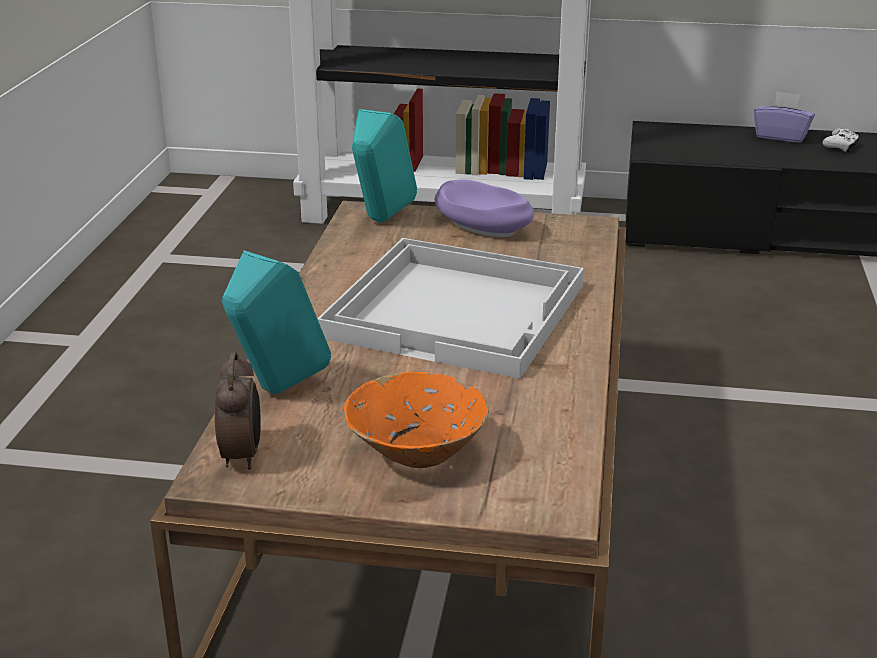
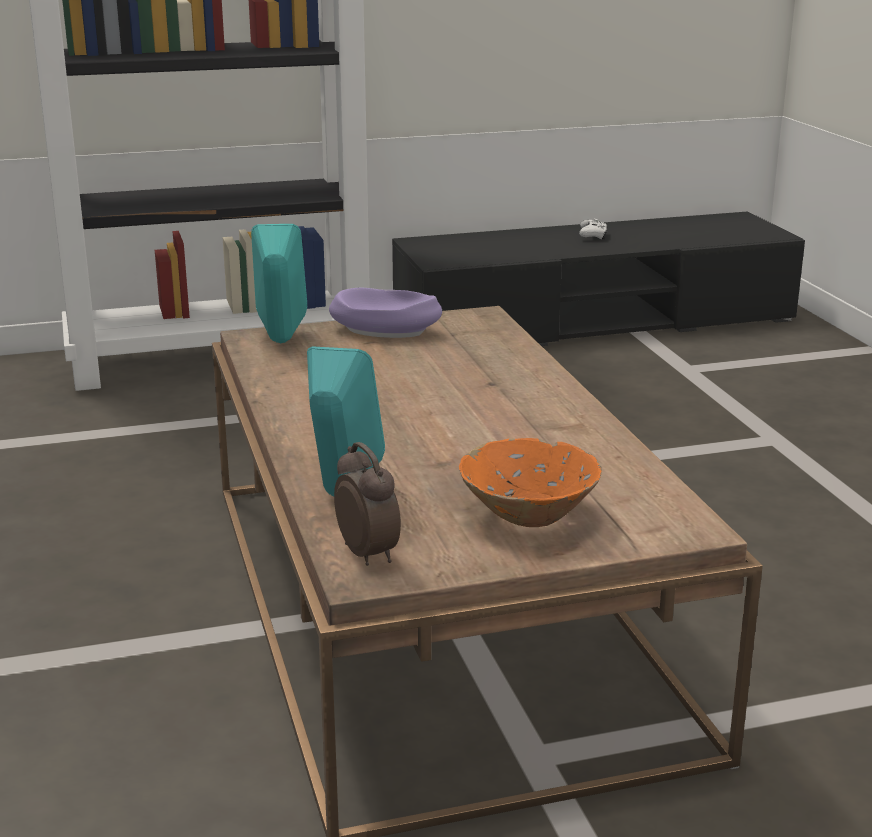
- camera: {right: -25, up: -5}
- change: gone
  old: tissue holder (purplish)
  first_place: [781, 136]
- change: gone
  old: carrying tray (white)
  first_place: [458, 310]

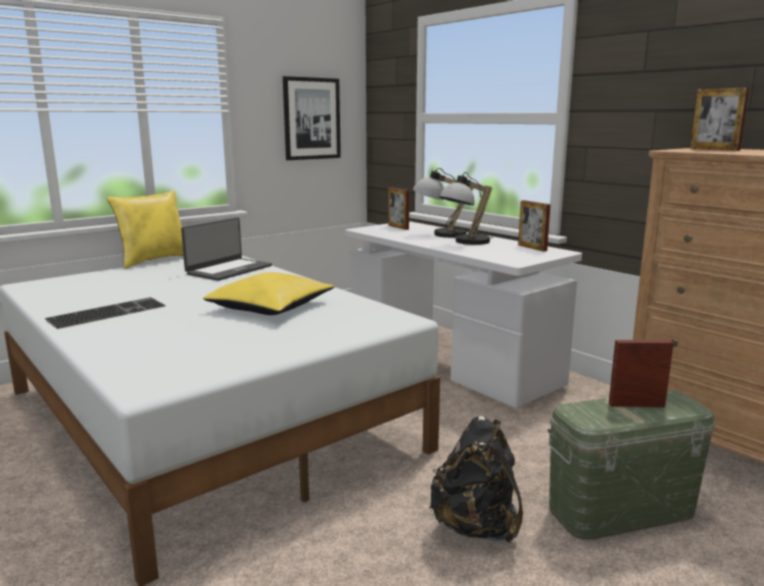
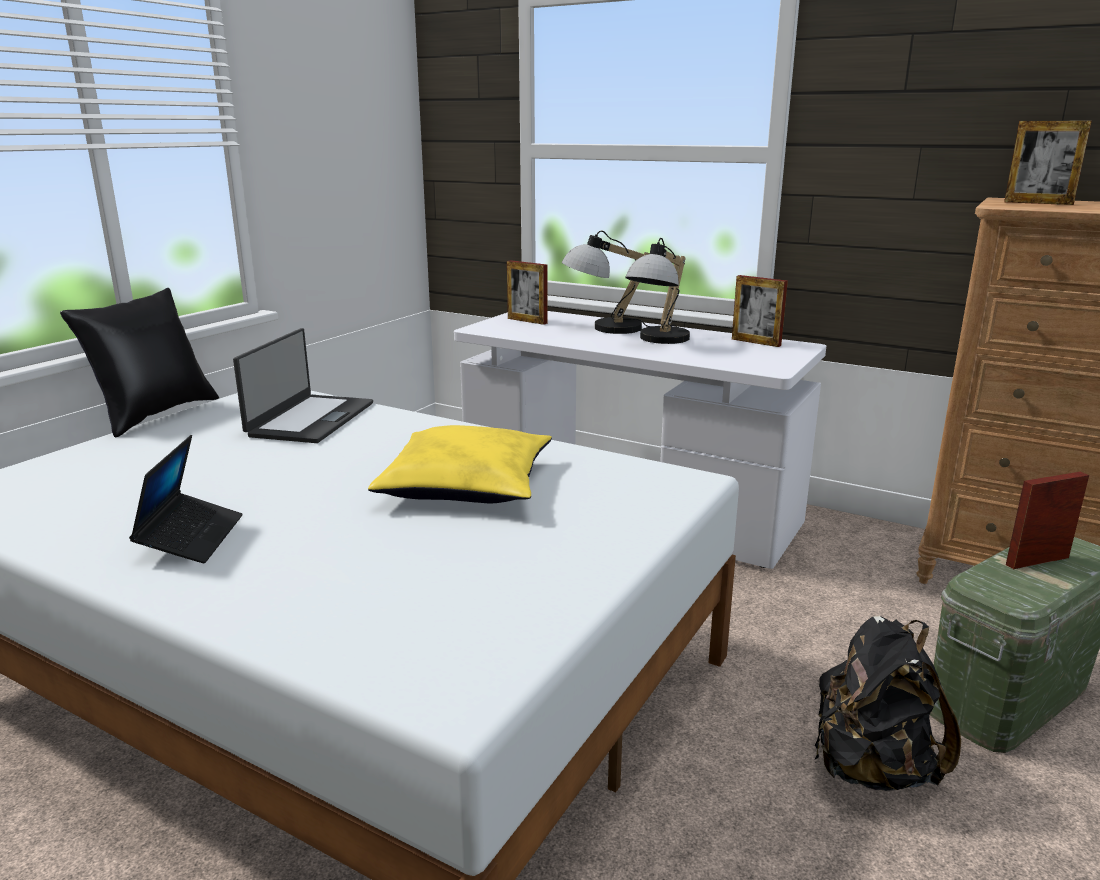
- camera: {right: -20, up: 5}
- change: gone
  old: picture
  first_place: [311, 118]
- change: repainted
  old: pillow (yellow)
  new: pillow (blackish)
  first_place: [155, 261]
  second_place: [155, 414]
- change: swapped
  old: computer keyboard
  new: portable computer
  first_place: [108, 312]
  second_place: [191, 538]

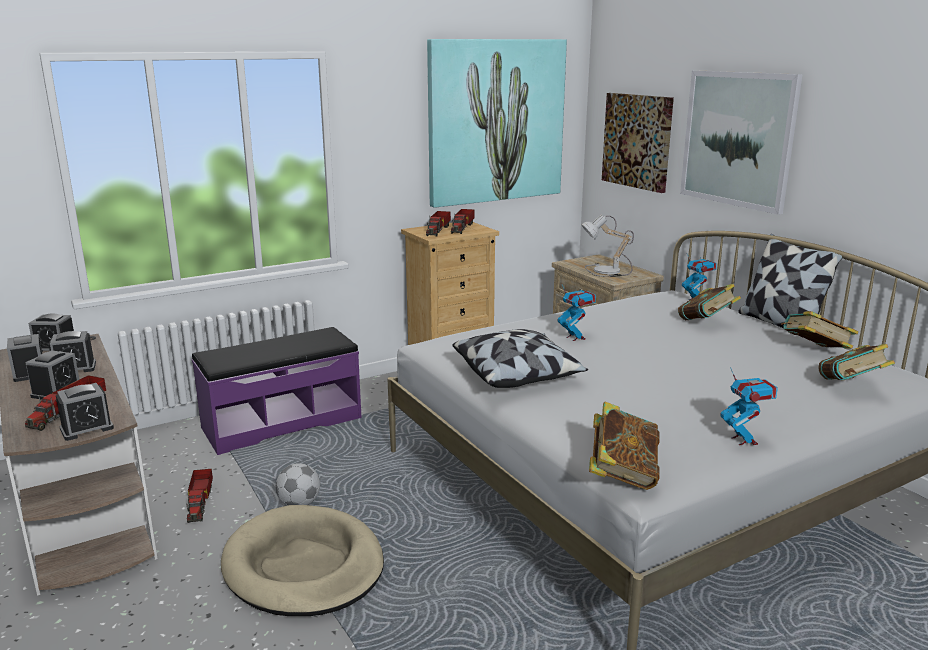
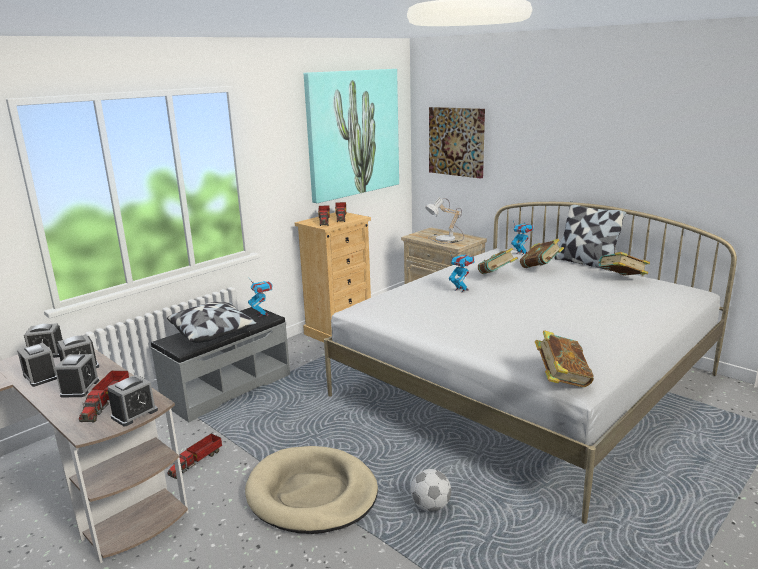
- camera: {right: -15, up: 0}
- change: gone
  old: picture
  first_place: [737, 139]
- change: repainted
  old: long seat (purplish)
  new: long seat (greyish)
  first_place: [281, 422]
  second_place: [227, 388]
- change: shifted
  old: pillow
  first_place: [517, 375]
  second_place: [213, 332]
- change: shifted
  old: volume
  first_place: [850, 387]
  second_place: [496, 276]
- change: shifted
  old: robot figure
  first_place: [744, 440]
  second_place: [262, 314]
- change: shifted
  old: football ball
  first_place: [299, 504]
  second_place: [430, 506]
- change: rotated
  old: toy lorry
  first_place: [200, 502]
  second_place: [197, 461]
  degrees: 60

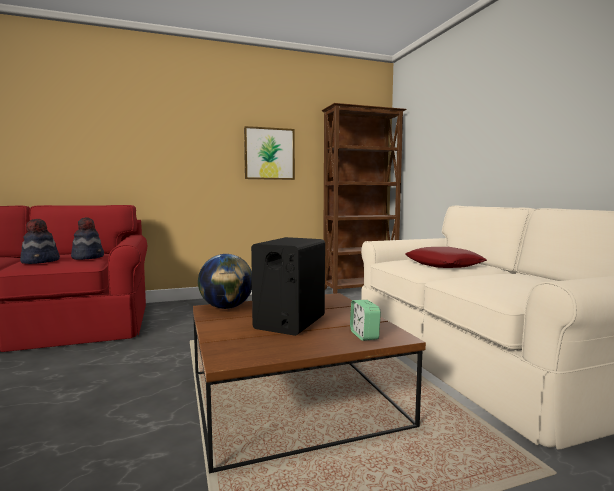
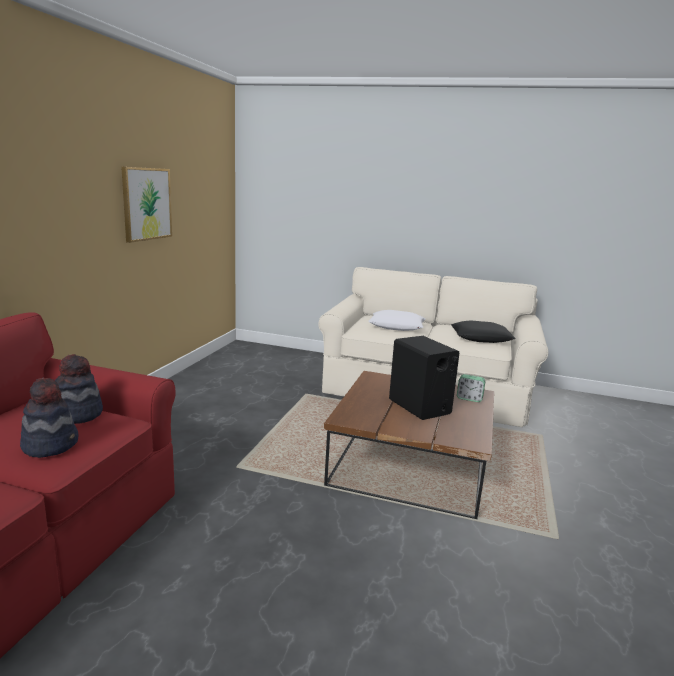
- camera: {right: -55, up: 10}
- change: gone
  old: bookcase (brownish)
  first_place: [361, 289]
- change: repainted
  old: pillow (red)
  new: pillow (white)
  first_place: [443, 264]
  second_place: [396, 326]
- change: gone
  old: desk globe
  first_place: [226, 307]
- change: new
  new: pillow (blackish)
  second_place: [481, 337]

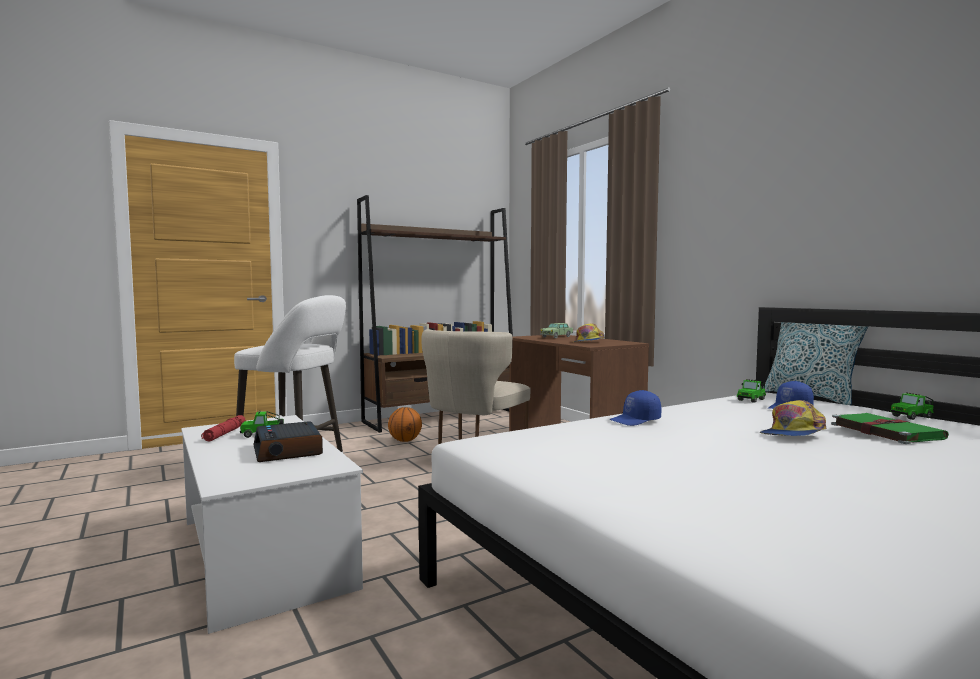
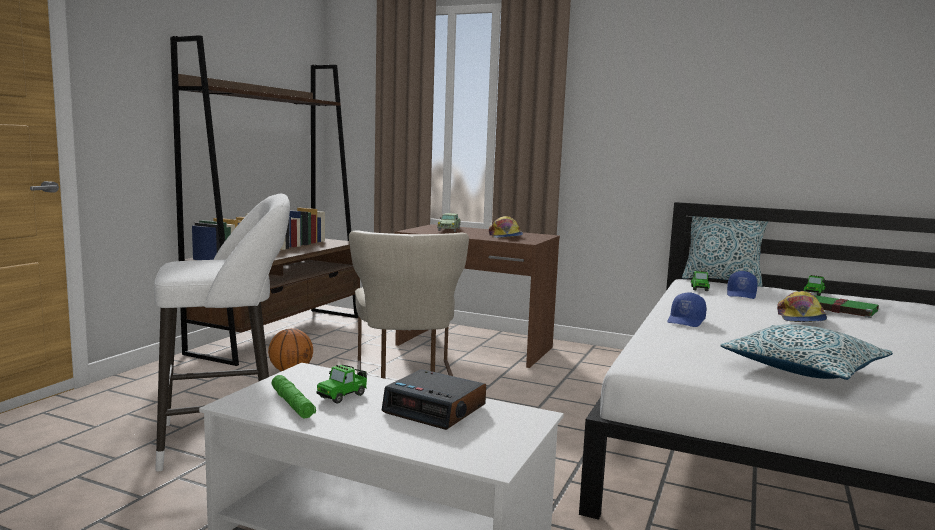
- camera: {right: -35, up: 5}
- change: repainted
  old: torch (red)
  new: torch (green)
  first_place: [225, 433]
  second_place: [292, 404]
- change: new
  new: pillow
  second_place: [803, 368]

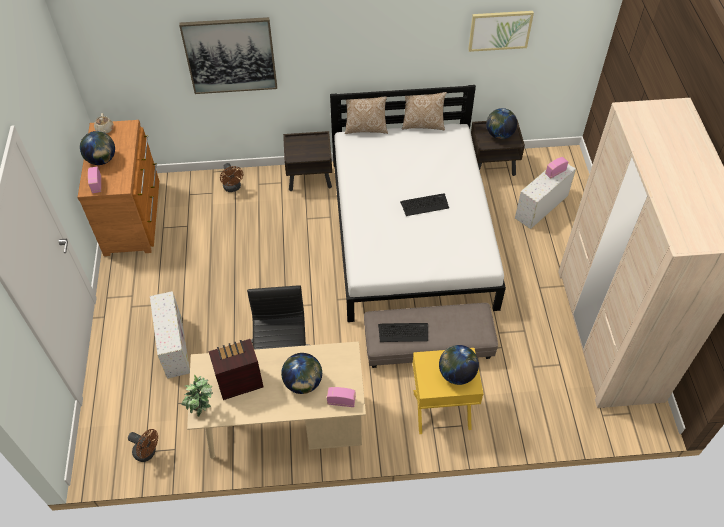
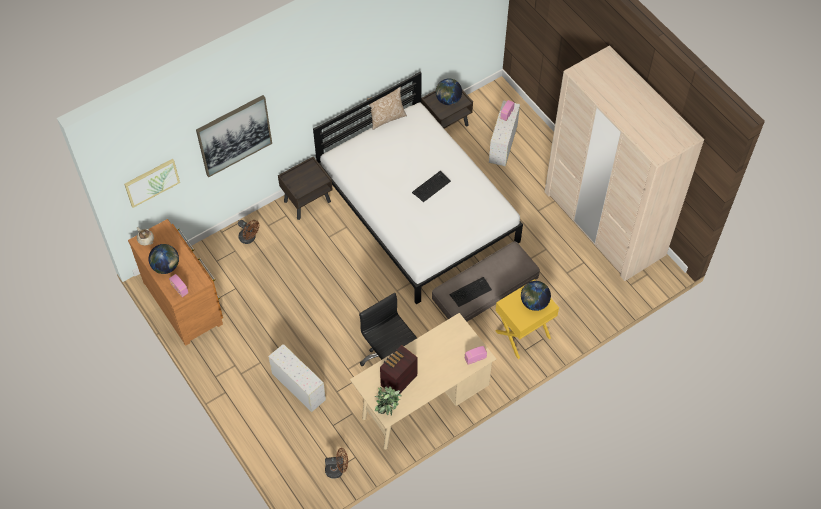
- camera: {right: -30, up: 5}
- change: shifted
  old: picture
  first_place: [500, 30]
  second_place: [151, 182]
- change: gone
  old: pillow
  first_place: [366, 128]
- change: gone
  old: desk globe
  first_place: [303, 383]

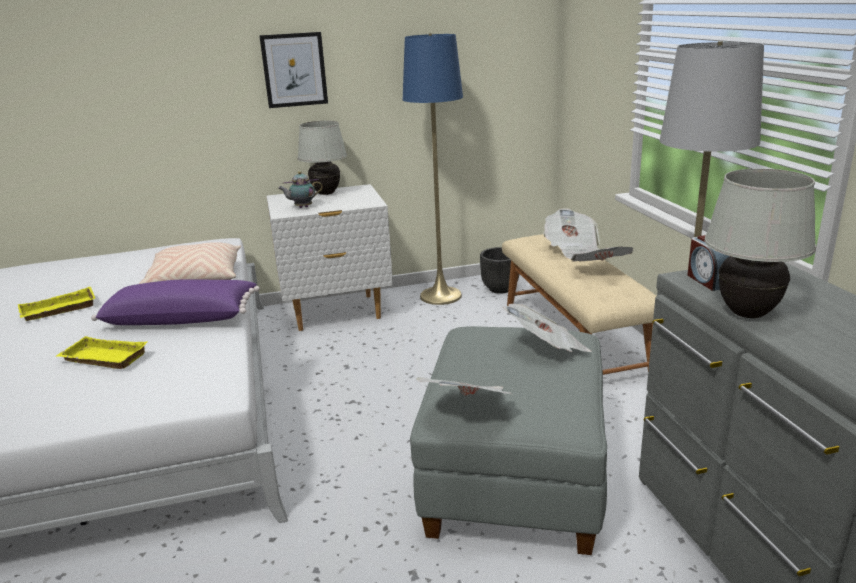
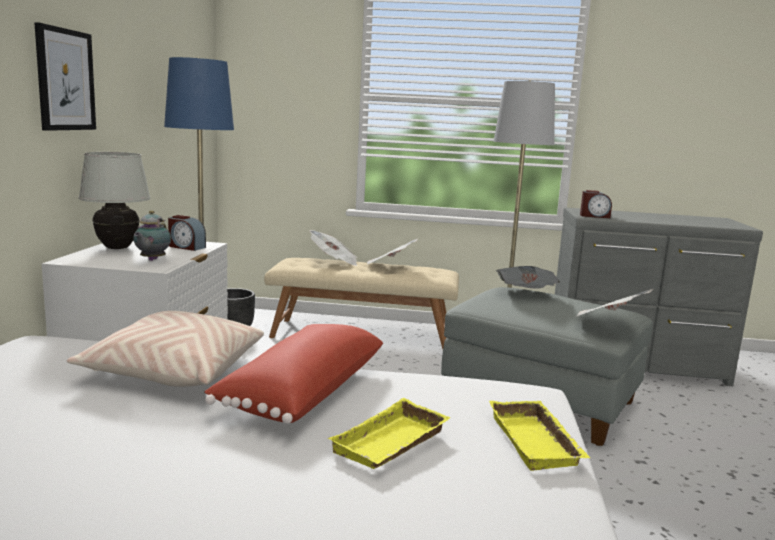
- camera: {right: -70, up: -10}
- change: gone
  old: table lamp (white)
  first_place: [747, 313]
- change: repainted
  old: pillow (purplish)
  new: pillow (red)
  first_place: [182, 318]
  second_place: [301, 392]
- change: shifted
  old: carrying tray (yellow)
  first_place: [58, 310]
  second_place: [537, 442]
- change: new
  new: table clock
  second_place: [186, 247]

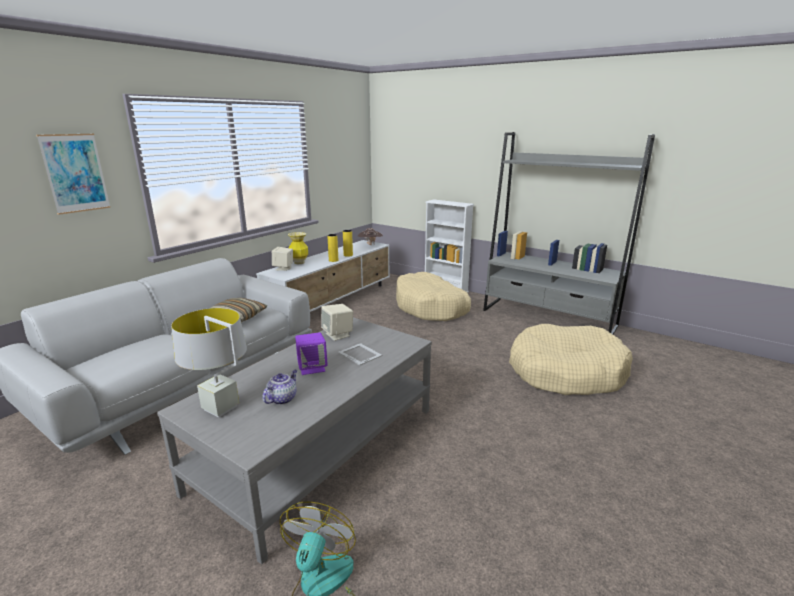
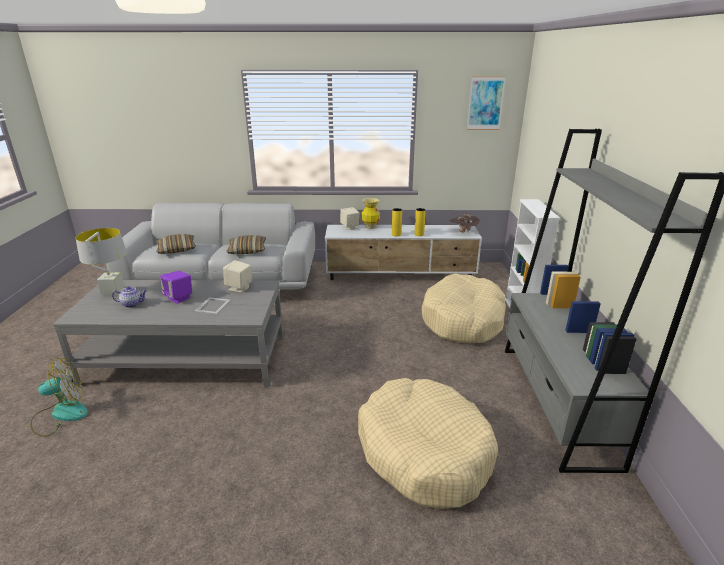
- camera: {right: 55, up: 5}
- change: shifted
  old: picture
  first_place: [75, 173]
  second_place: [485, 103]
- change: new
  new: pillow
  second_place: [176, 249]

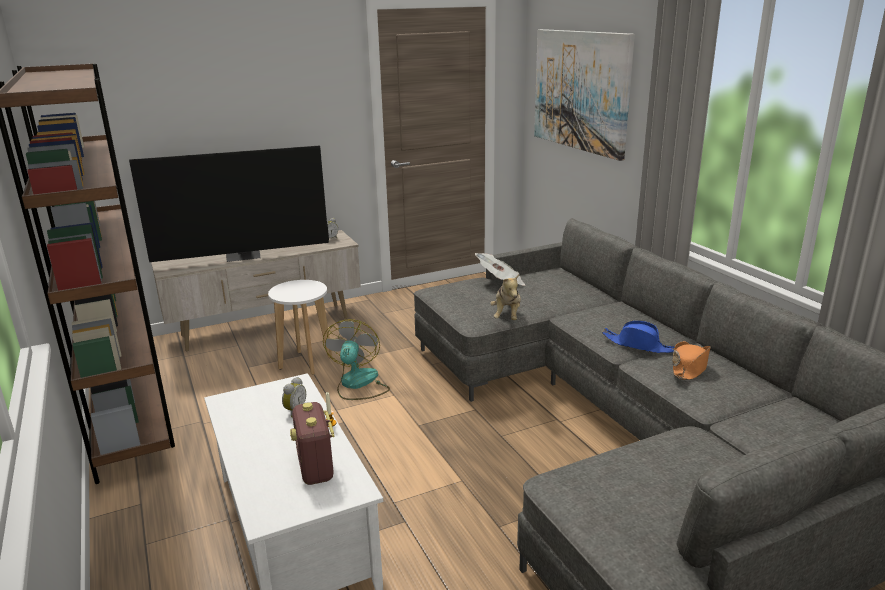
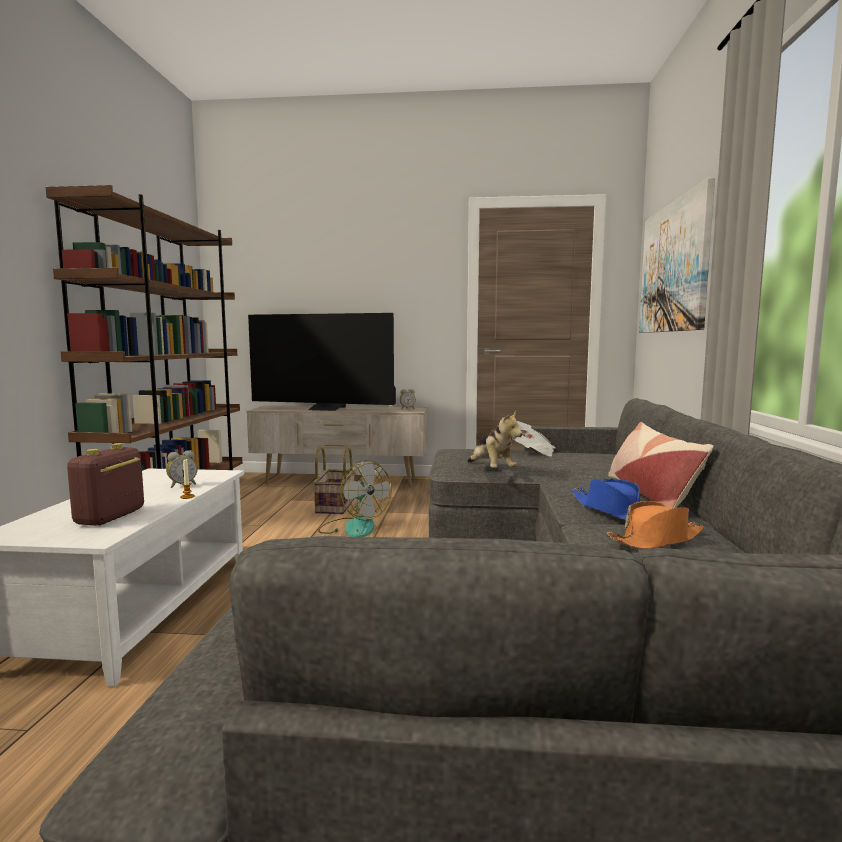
- camera: {right: 30, up: -15}
- change: rotated
  old: plush toy
  first_place: [507, 316]
  second_place: [491, 470]
  degrees: -60
- change: swapped
  old: sitting stool (white)
  new: storage basket
  first_place: [305, 363]
  second_place: [334, 506]
- change: rotated
  old: electric fan
  first_place: [358, 384]
  second_place: [353, 527]
  degrees: 105
- change: new
  new: pillow
  second_place: [651, 494]

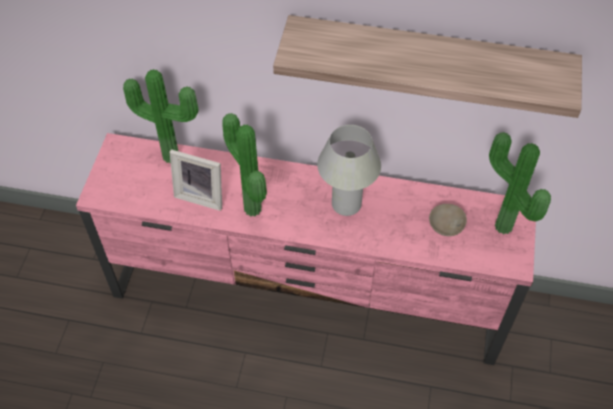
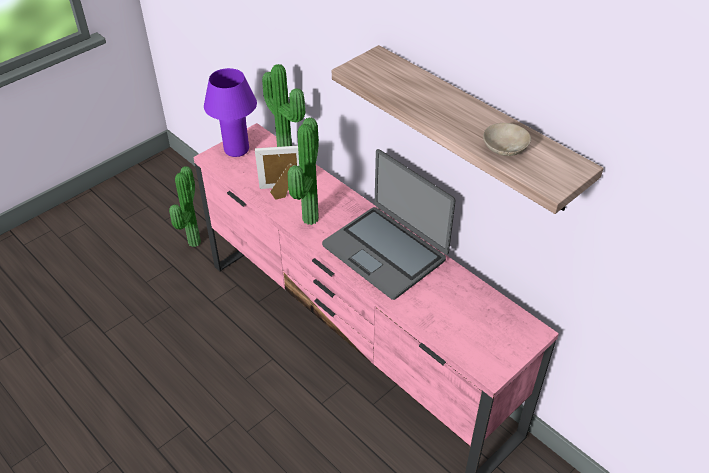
- camera: {right: 35, up: -10}
- change: swapped
  old: table lamp (white)
  new: portable computer
  first_place: [346, 204]
  second_place: [385, 252]
- change: shifted
  old: plant in a pot
  first_place: [500, 228]
  second_place: [192, 242]
- change: rotated
  old: picture frame
  first_place: [201, 195]
  second_place: [282, 192]
  degrees: 120
- change: shifted
  old: serving bowl (beige-coloured)
  first_place: [445, 224]
  second_place: [504, 147]
- change: new
  new: table lamp (purplish)
  second_place: [236, 149]

